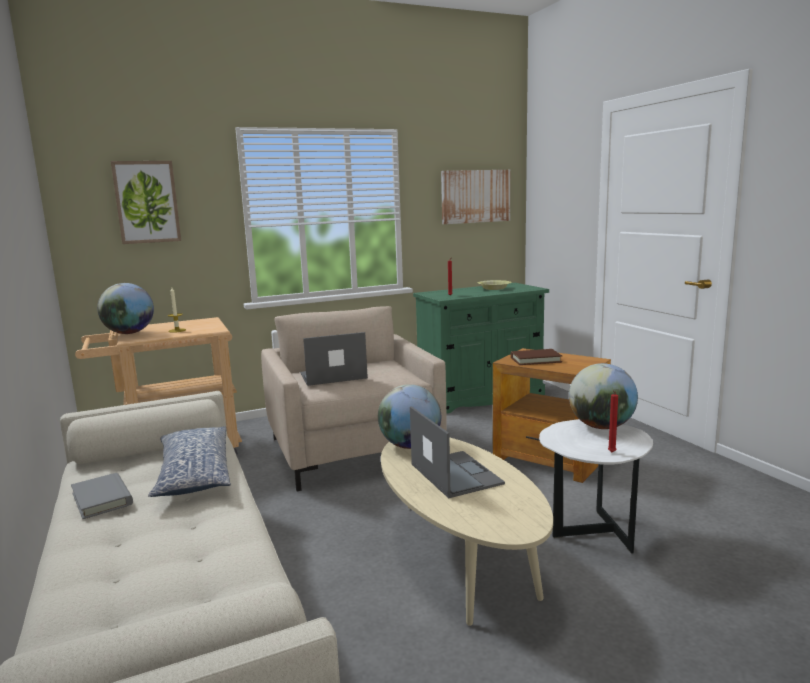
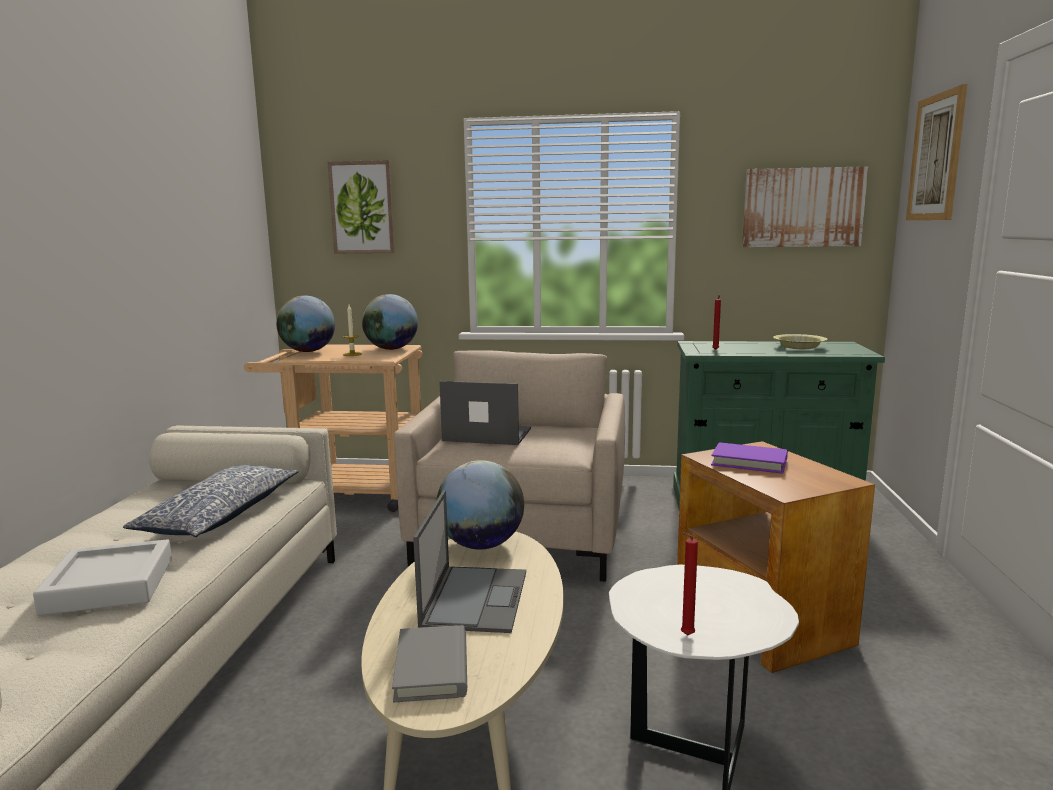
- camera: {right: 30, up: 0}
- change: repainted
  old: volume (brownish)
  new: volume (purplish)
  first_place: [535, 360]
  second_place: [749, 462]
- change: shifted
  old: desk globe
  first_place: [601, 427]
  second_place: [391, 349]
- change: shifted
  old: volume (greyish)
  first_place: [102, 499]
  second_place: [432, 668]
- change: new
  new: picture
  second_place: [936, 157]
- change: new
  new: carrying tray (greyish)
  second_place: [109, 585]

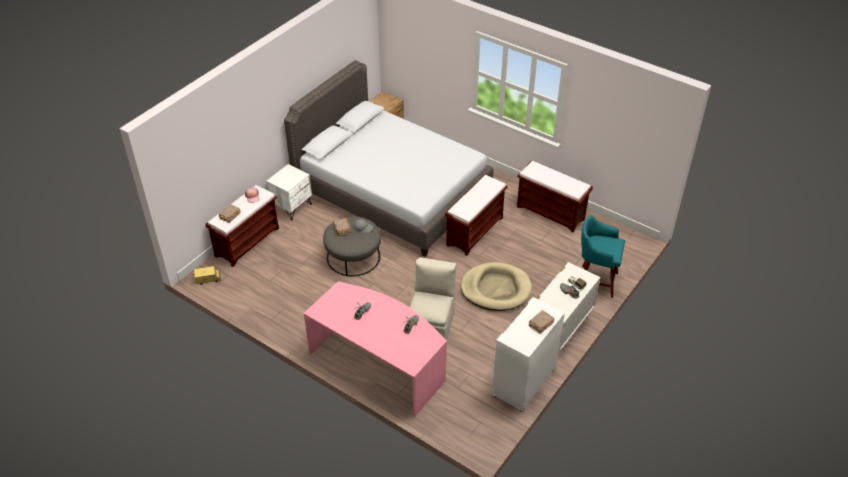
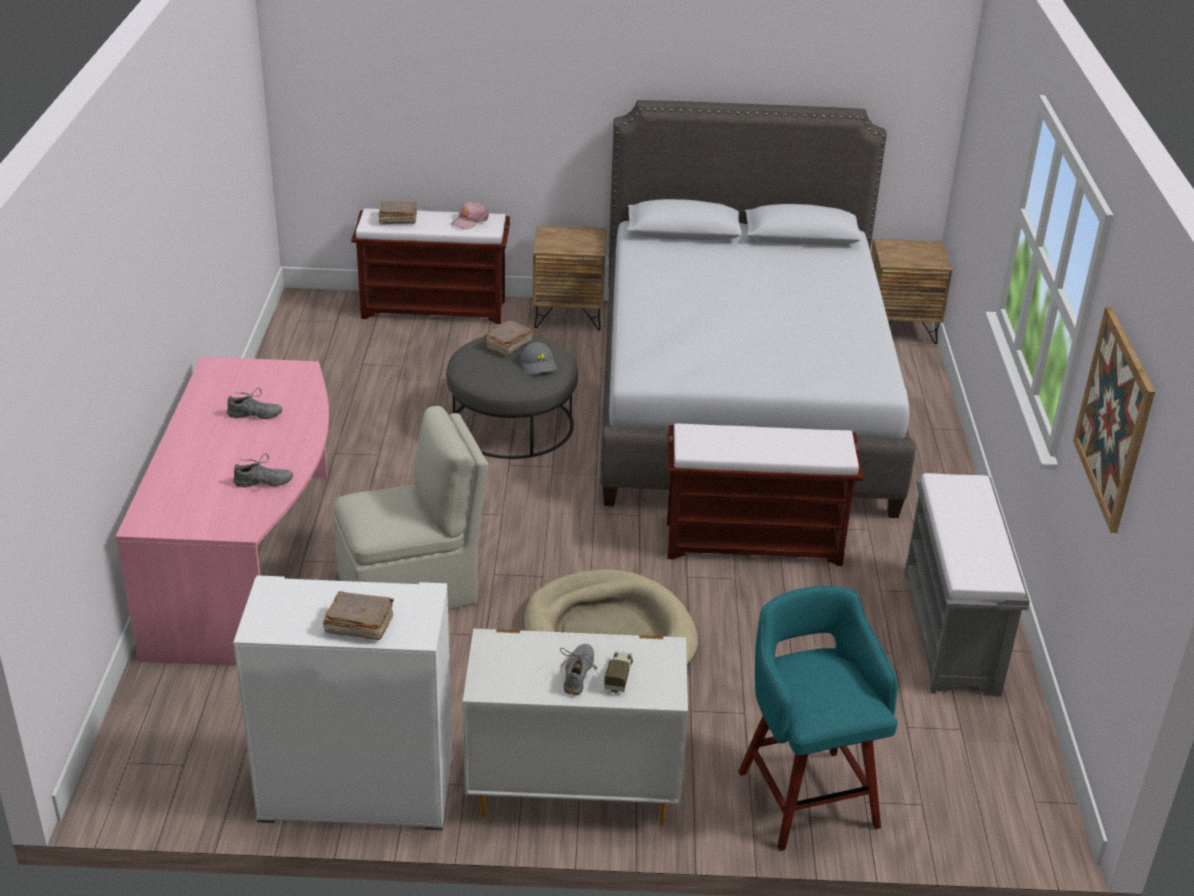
- camera: {right: 55, up: -10}
- change: repainted
  old: long seat (brownish)
  new: long seat (greyish)
  first_place: [551, 213]
  second_place: [951, 632]
- change: repainted
  old: night table (white)
  new: night table (brownish)
  first_place: [291, 207]
  second_place: [568, 315]
- change: gone
  old: toy lorry
  first_place: [208, 279]
- change: new
  new: picture
  second_place: [1114, 418]

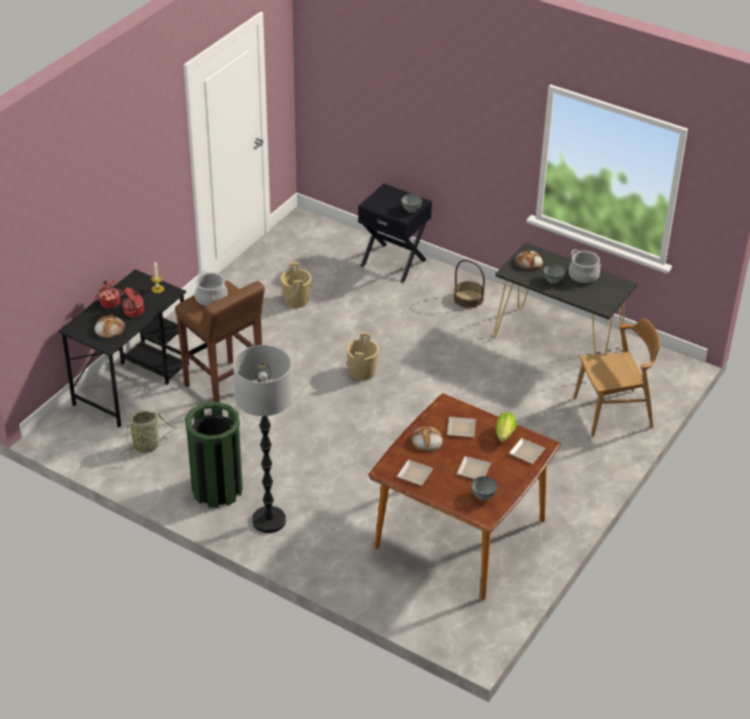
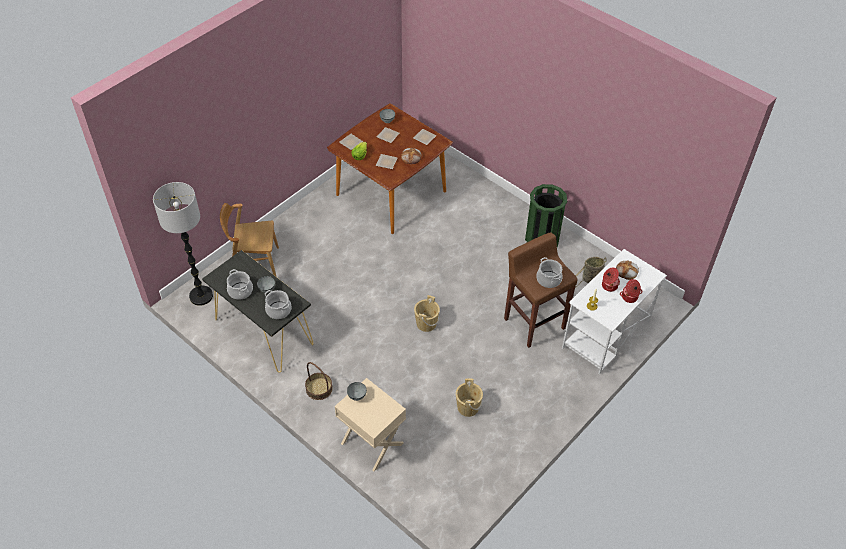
- camera: {right: -170, up: 10}
- change: repainted
  old: night table (blackish)
  new: night table (beige-coloured)
  first_place: [394, 262]
  second_place: [371, 443]
- change: swapped
  old: bakery bread
  new: stockpot
  first_place: [529, 263]
  second_place: [278, 310]
- change: repainted
  old: desk (blackish)
  new: desk (white)
  first_place: [132, 384]
  second_place: [605, 335]
- change: shifted
  old: standard lamp
  first_place: [269, 520]
  second_place: [201, 296]

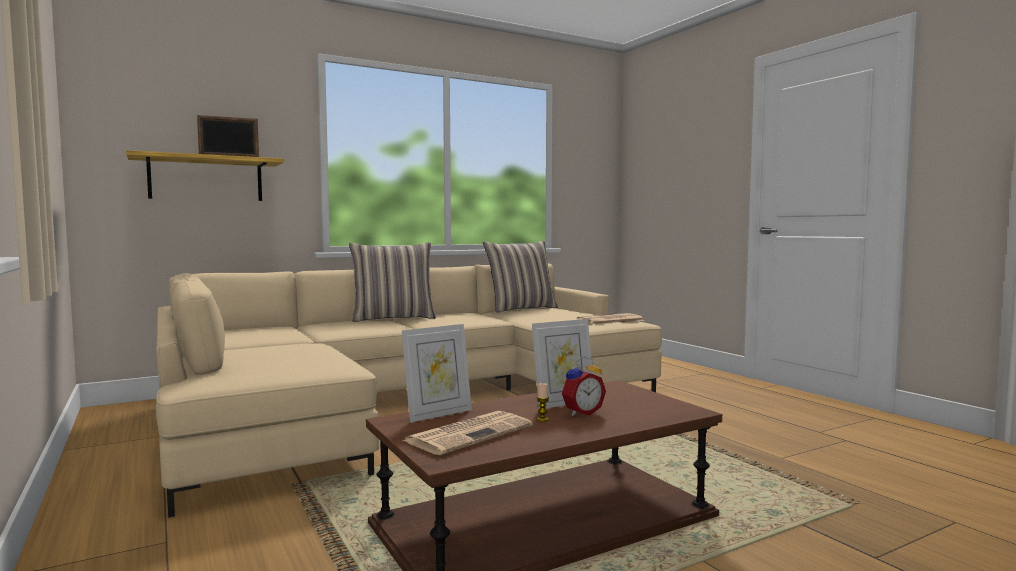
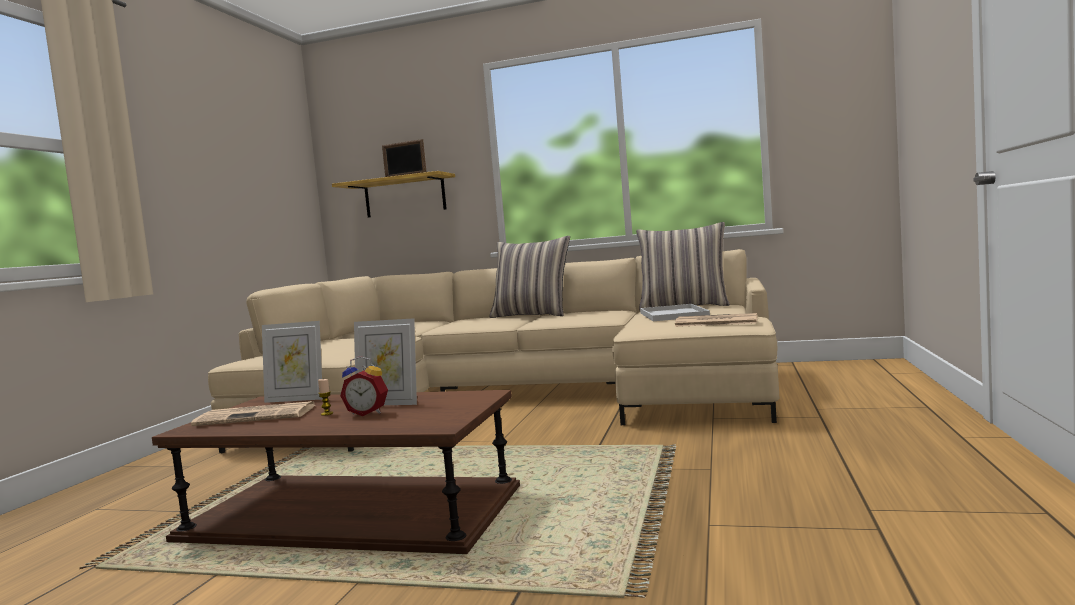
- camera: {right: 45, up: 0}
- change: new
  new: carrying tray (white)
  second_place: [674, 314]

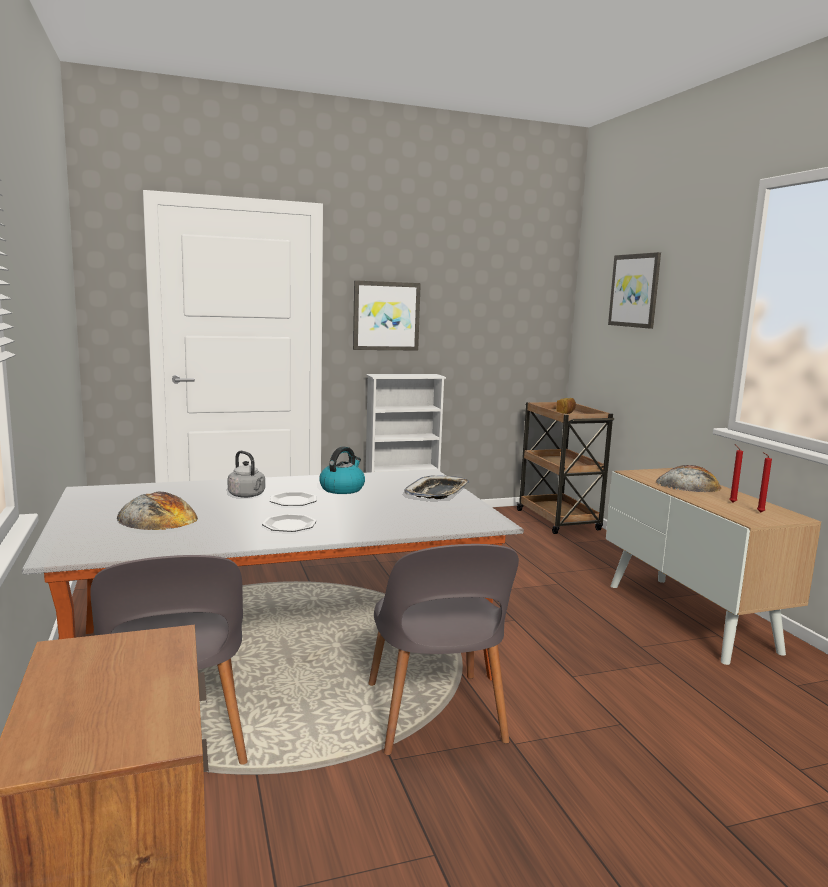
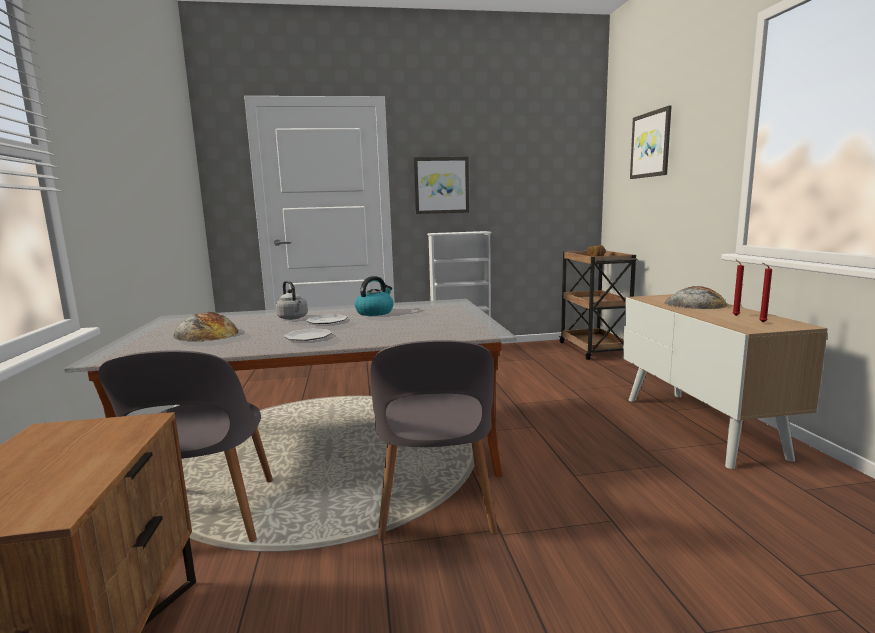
- camera: {right: 10, up: 0}
- change: gone
  old: carrying tray
  first_place: [438, 493]

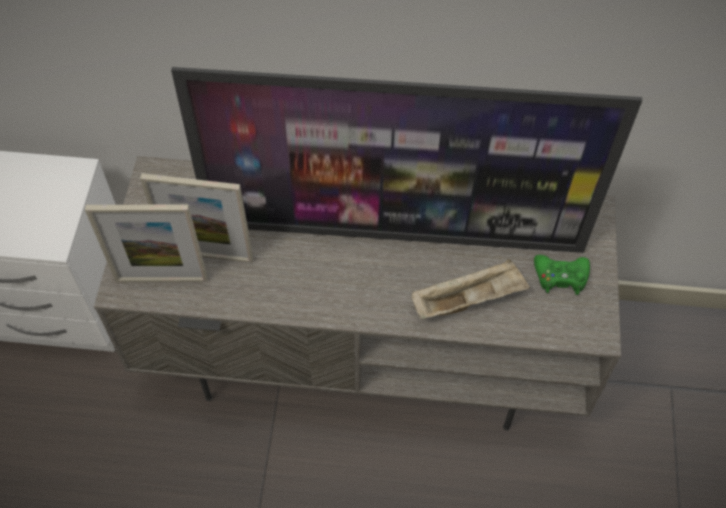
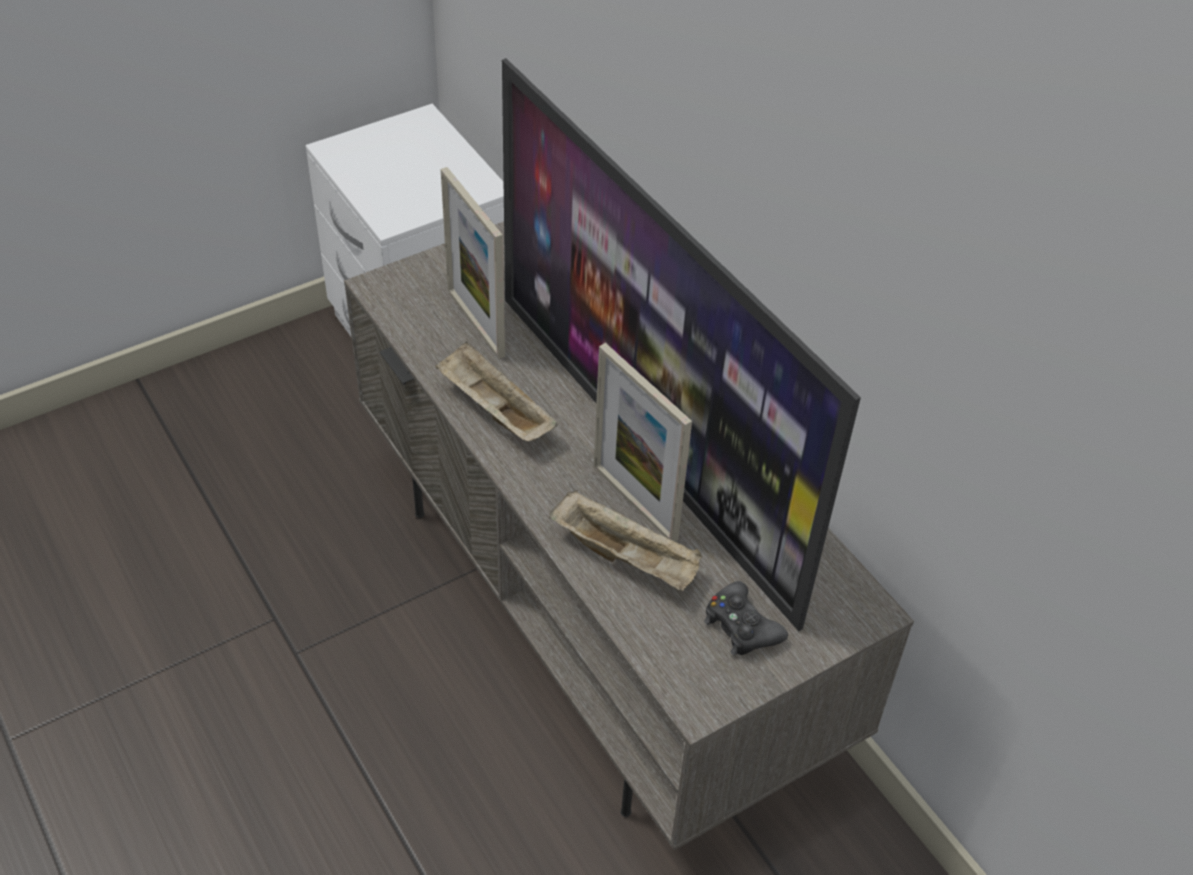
- camera: {right: 50, up: -10}
- change: shifted
  old: picture frame
  first_place: [161, 279]
  second_place: [635, 502]
- change: repainted
  old: joypad (green)
  new: joypad (blackish)
  first_place: [560, 277]
  second_place: [741, 627]
- change: new
  new: carrying tray (beige-coloured)
  second_place: [494, 410]

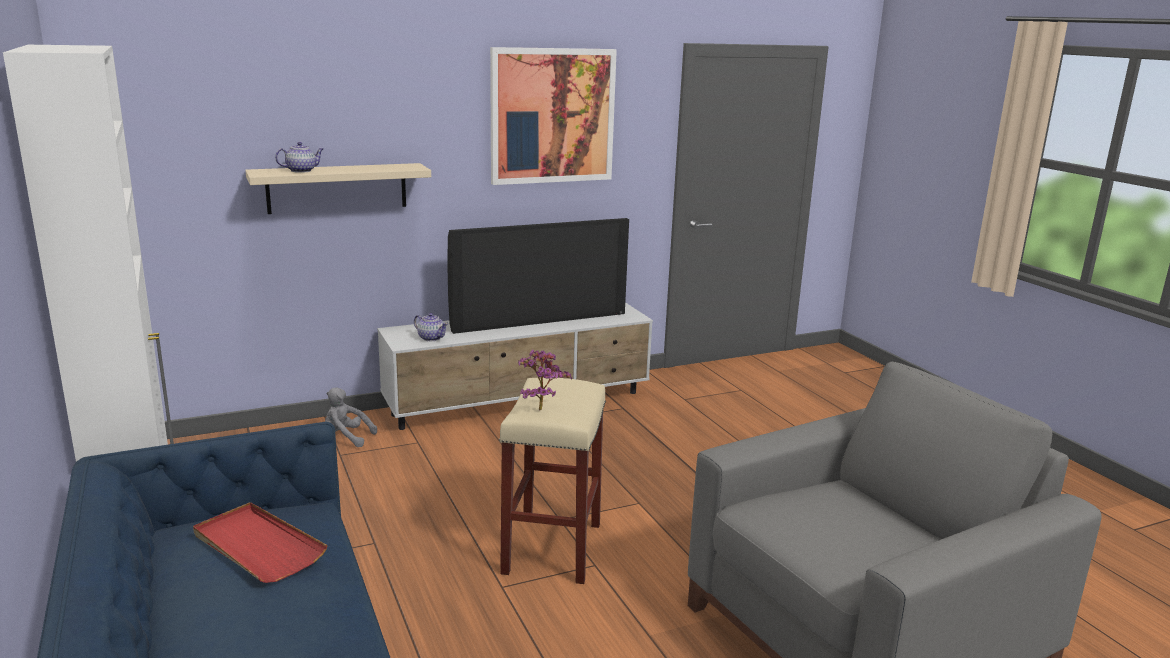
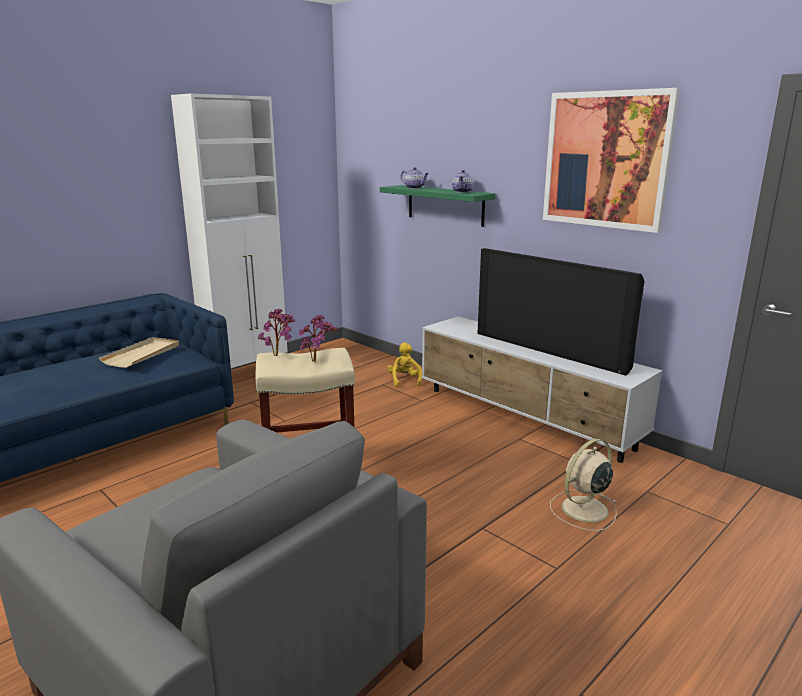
- camera: {right: 70, up: 0}
- change: repainted
  old: bracket shelf (beige-coloured)
  new: bracket shelf (green)
  first_place: [337, 188]
  second_place: [445, 205]
- change: shifted
  old: tea pot
  first_place: [431, 338]
  second_place: [462, 192]
- change: repainted
  old: plush toy (greyish)
  new: plush toy (yellow)
  first_place: [346, 438]
  second_place: [404, 380]
- change: repainted
  old: carrying tray (red)
  new: carrying tray (beige-coloured)
  first_place: [257, 546]
  second_place: [142, 354]
- change: new
  new: plant in a pot
  second_place: [317, 362]
- change: new
  new: electric fan (beige-coloured)
  second_place: [583, 510]

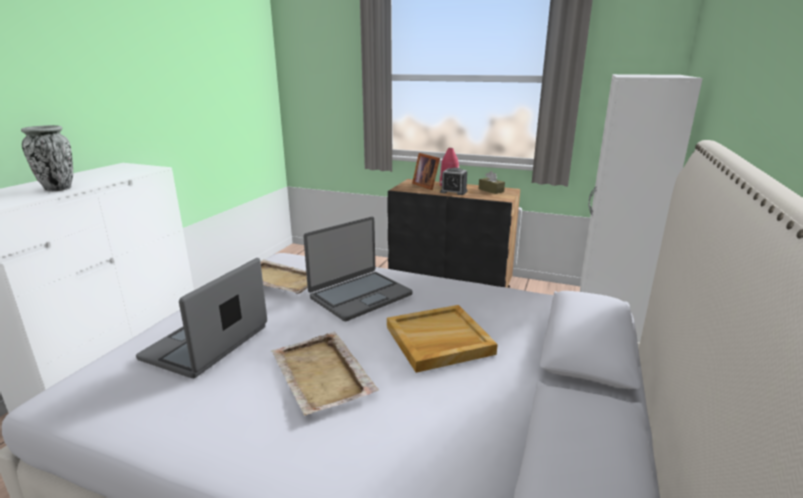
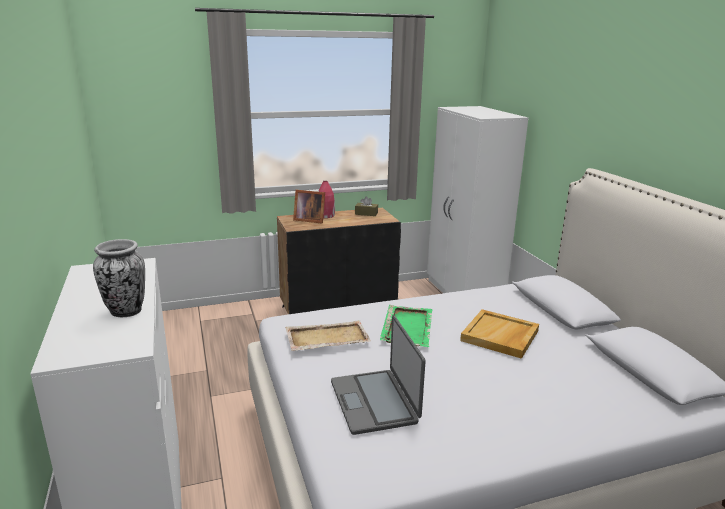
- camera: {right: -40, up: 0}
- change: gone
  old: table clock
  first_place: [453, 192]
- change: swapped
  old: portable computer
  new: carrying tray (green)
  first_place: [360, 296]
  second_place: [407, 327]
- change: gone
  old: carrying tray (beige-coloured)
  first_place: [322, 375]

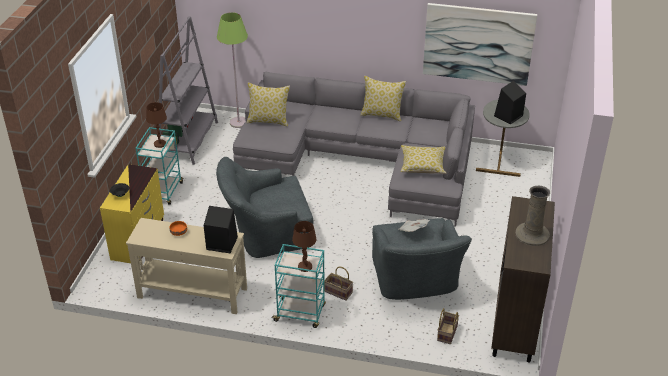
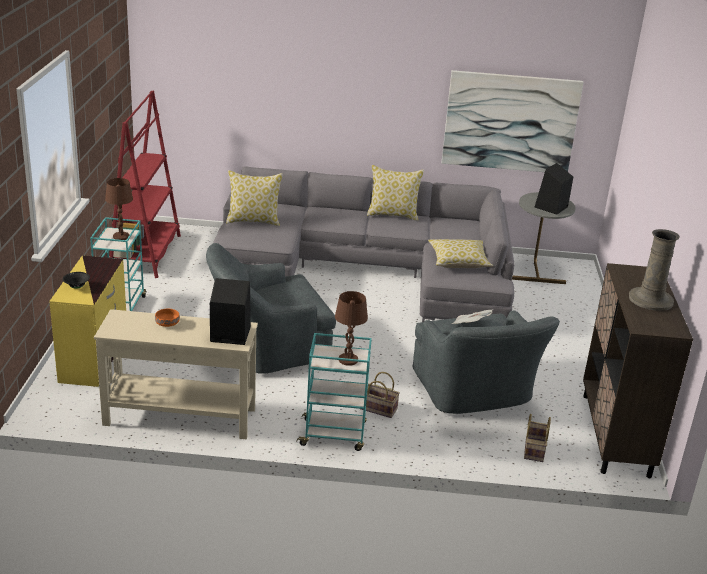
- camera: {right: -10, up: -10}
- change: gone
  old: standard lamp (green)
  first_place: [239, 122]
- change: repainted
  old: bookcase (greyish)
  new: bookcase (red)
  first_place: [188, 141]
  second_place: [146, 254]

